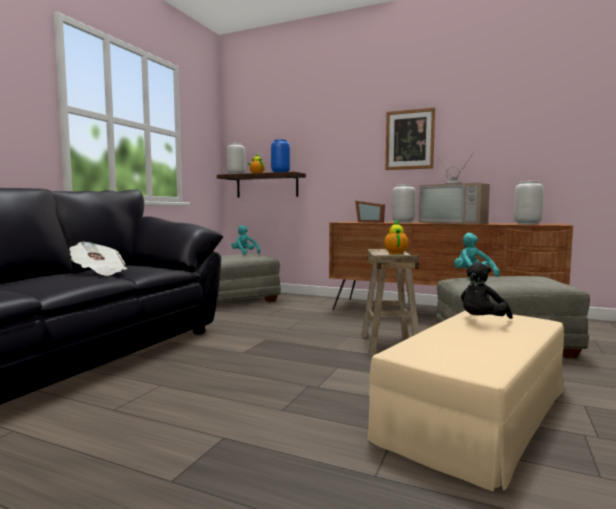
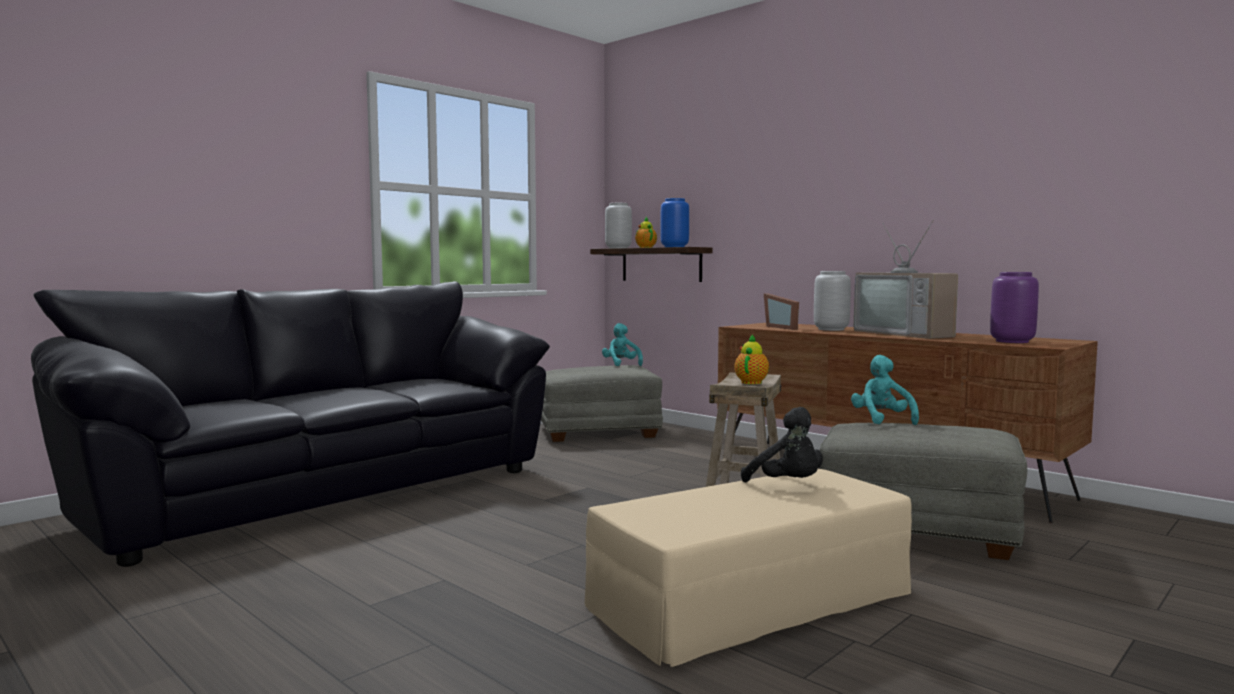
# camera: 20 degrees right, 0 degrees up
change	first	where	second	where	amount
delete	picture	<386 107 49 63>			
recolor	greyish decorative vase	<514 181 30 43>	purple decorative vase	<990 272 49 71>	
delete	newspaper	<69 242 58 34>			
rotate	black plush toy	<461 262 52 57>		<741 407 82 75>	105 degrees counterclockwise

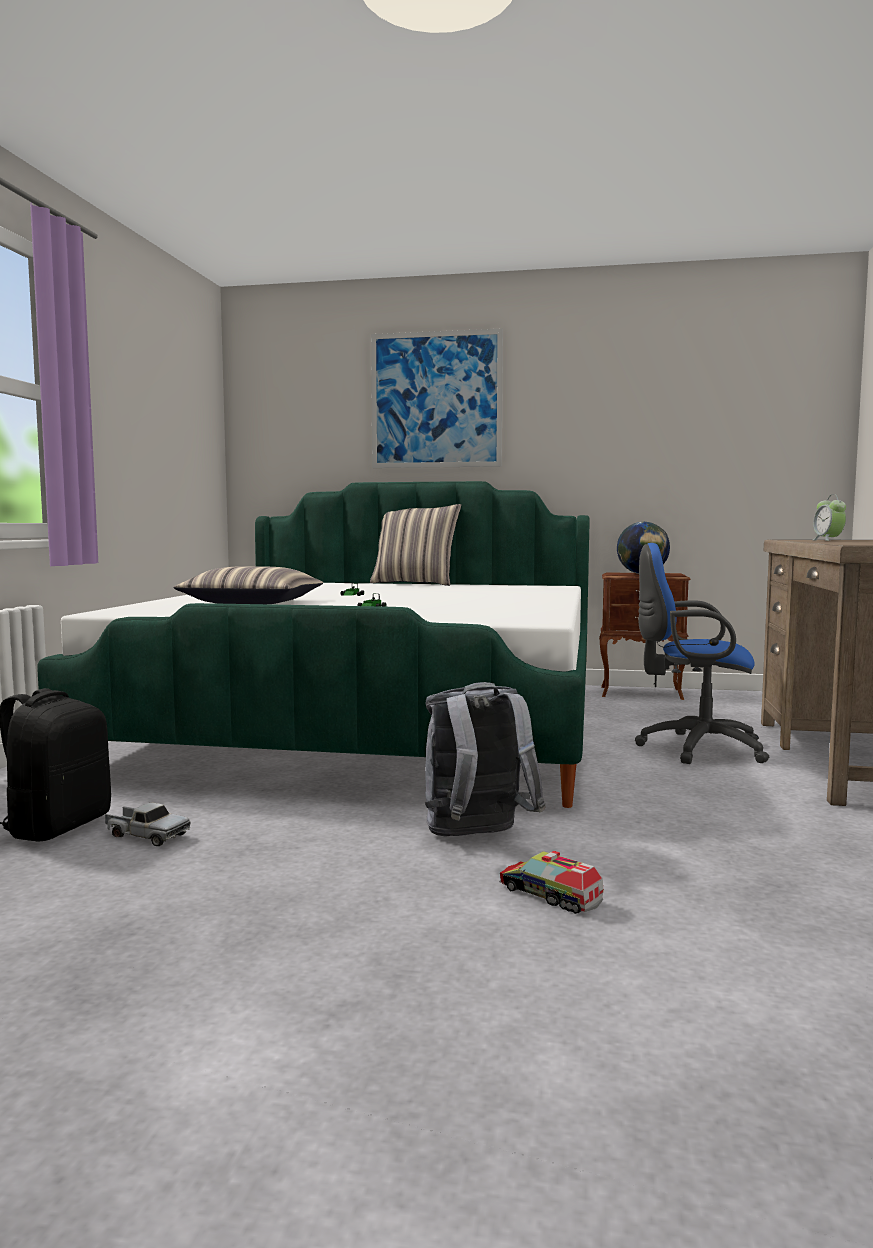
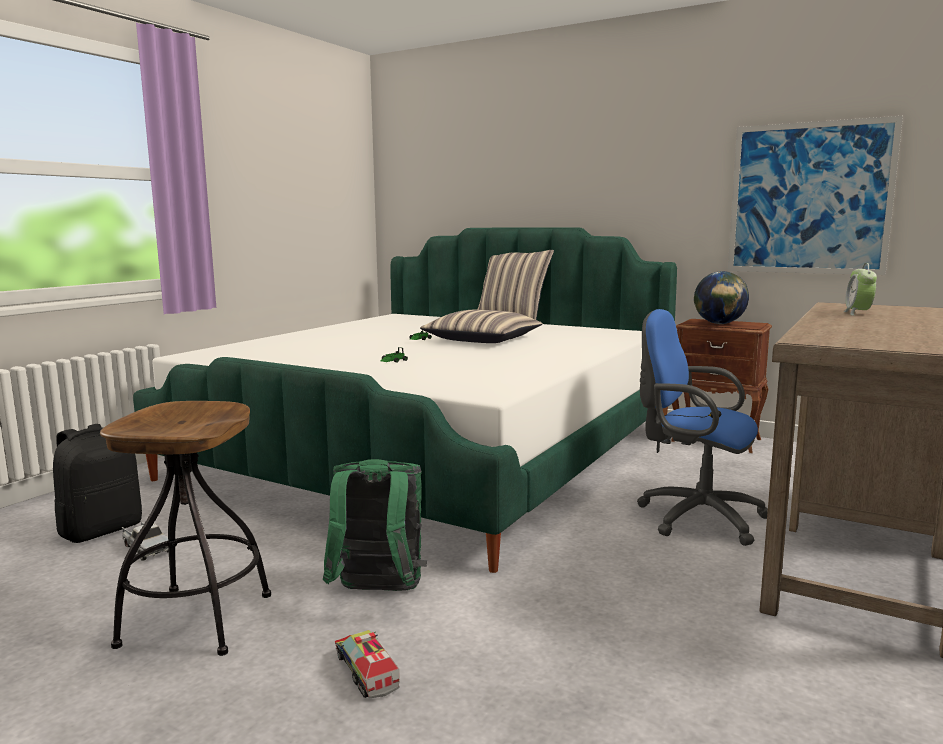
# camera: 20 degrees right, 5 degrees up
change	first	where	second	where	amount
move	picture	<371 328 132 140>		<728 116 175 159>	
move	pillow	<174 566 149 38>		<420 310 123 33>	
recolor	greyish knapsack	<425 682 121 155>	greenish knapsack	<323 459 104 132>	
insert			brown stool	<100 401 171 255>	

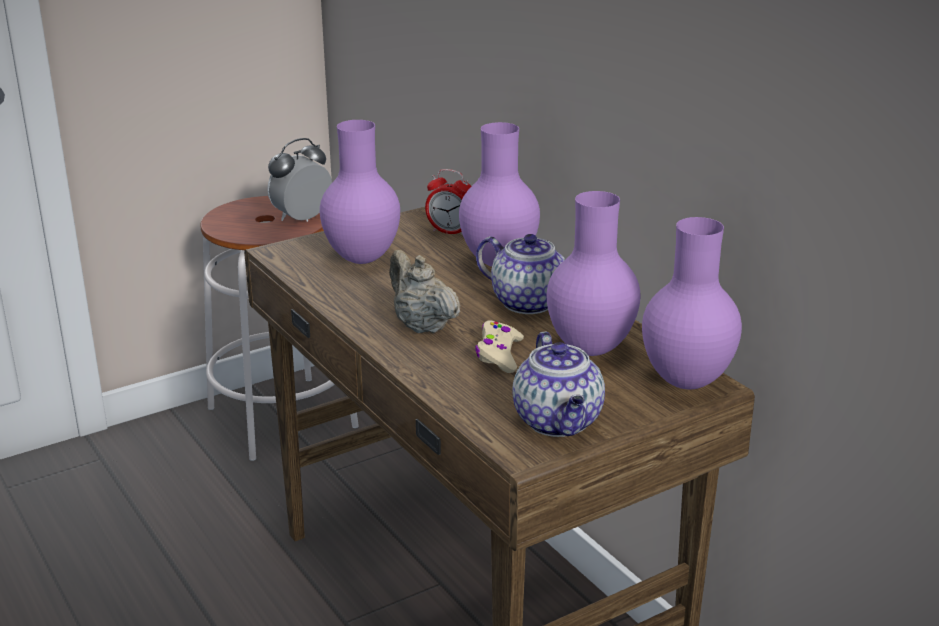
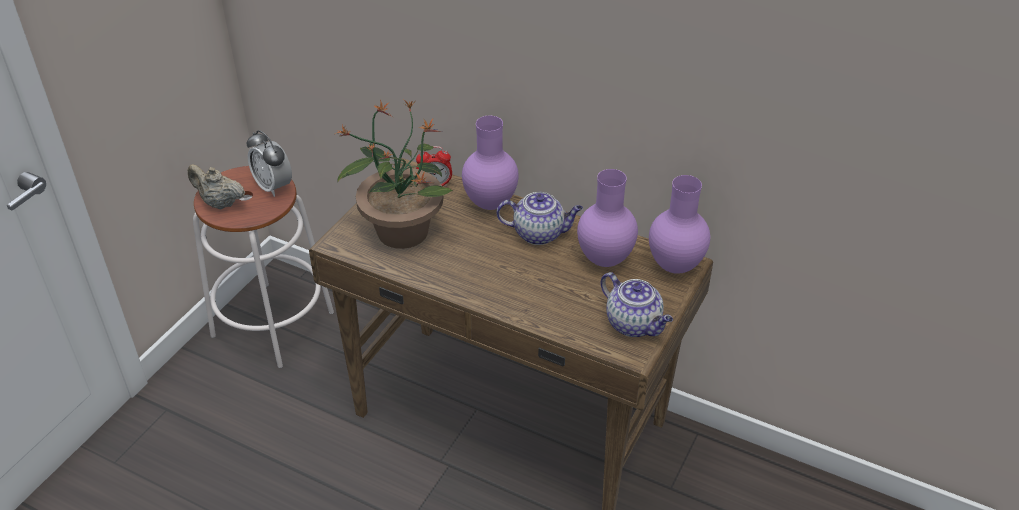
# camera: 30 degrees left, 15 degrees up
change	first	where	second	where	amount
replace	purple decorative vase	<320 120 80 144>	potted plant	<335 99 118 150>	
rotate	bedside clock	<267 138 65 84>		<247 130 45 67>	60 degrees counterclockwise
move	beige-coloured tea pot	<389 250 71 83>		<188 164 57 45>	
delete	beige-coloured gamepad	<475 320 49 53>			

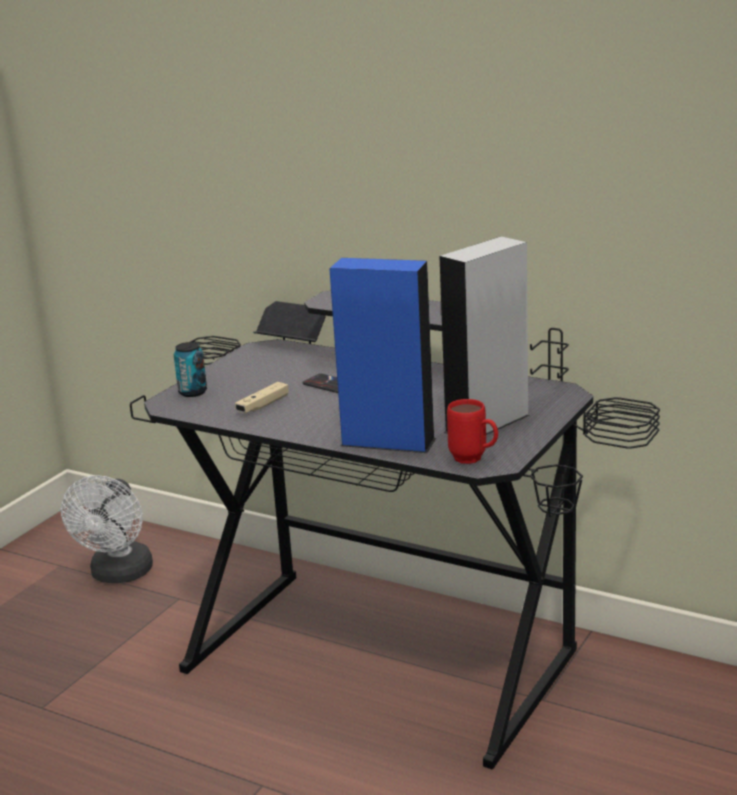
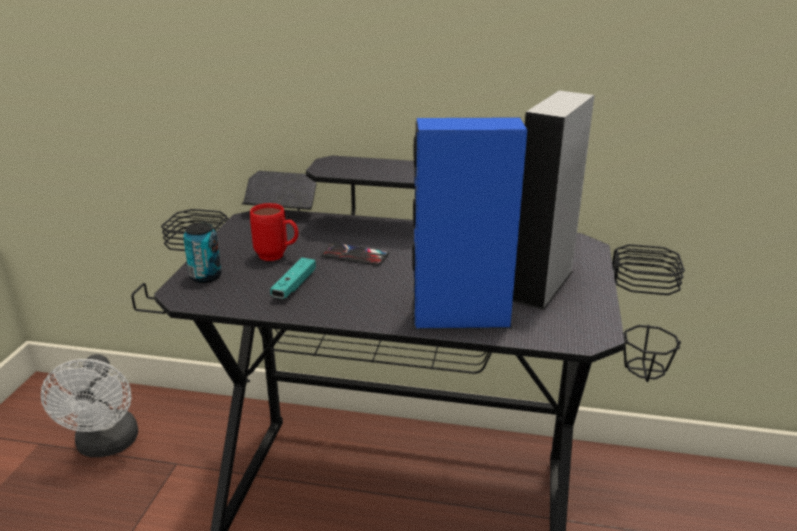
# camera: 20 degrees left, 5 degrees up
change	first	where	second	where	amount
recolor	beige-coloured gamepad	<235 382 54 31>	turquoise gamepad	<270 258 46 41>	
move	red coffee mug	<447 399 51 65>		<250 203 48 58>	

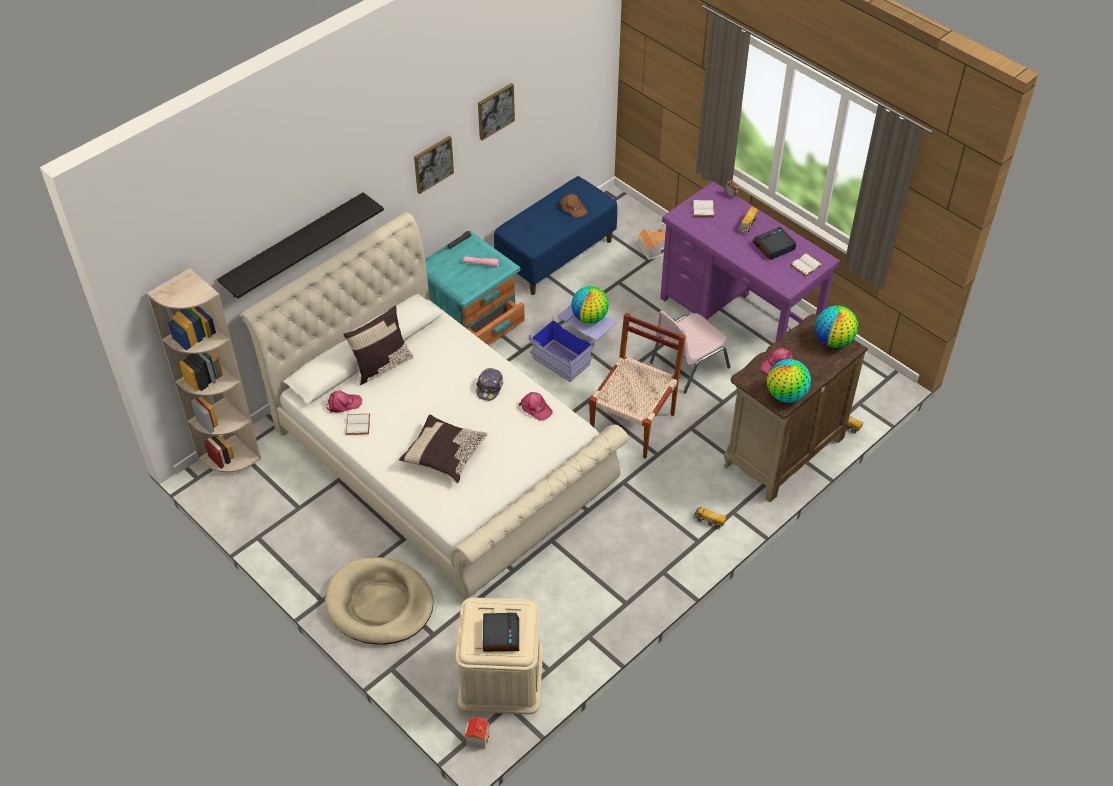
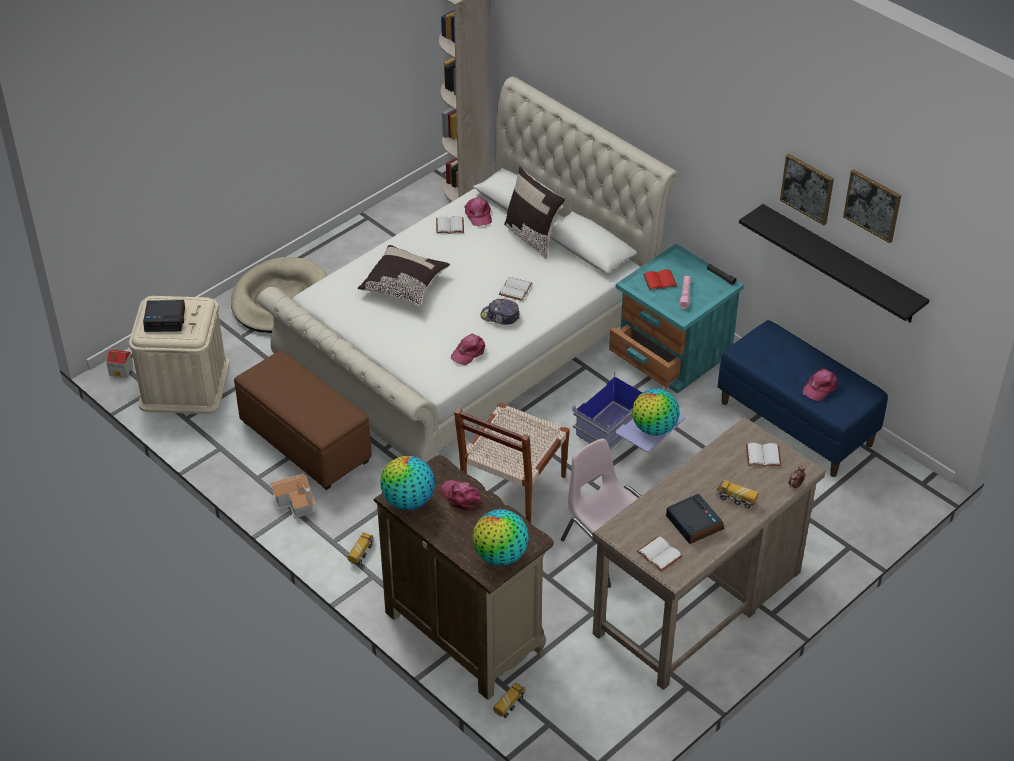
# camera: 90 degrees right, 5 degrees down
change	first	where	second	where	amount
move	picture	<414 136 40 58>		<843 169 58 74>	
recolor	purple desk	<660 181 180 161>	brown desk	<592 417 233 273>	
move	black shelf	<217 192 167 106>		<739 204 190 119>	
recolor	brown baseball cap	<558 194 30 24>	pink-coloured baseball cap	<803 369 35 32>	
move	model house	<638 222 28 38>		<269 473 47 46>	
rotate	plain chair	<589 313 97 146>		<454 402 115 121>	90 degrees clockwise
insert			red book	<643 269 34 21>	
insert			whitish book	<499 277 33 24>	
insert			brown footrest	<234 350 138 140>	

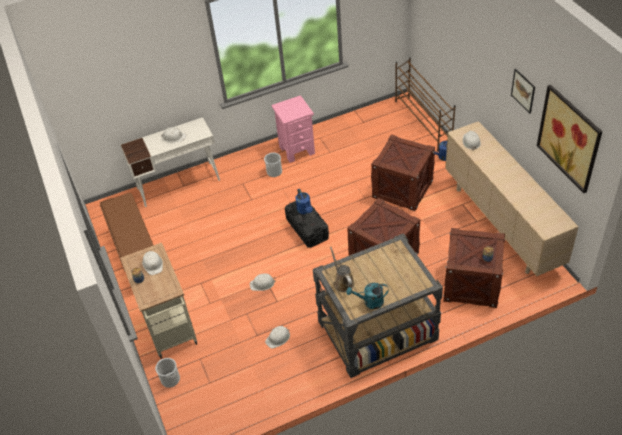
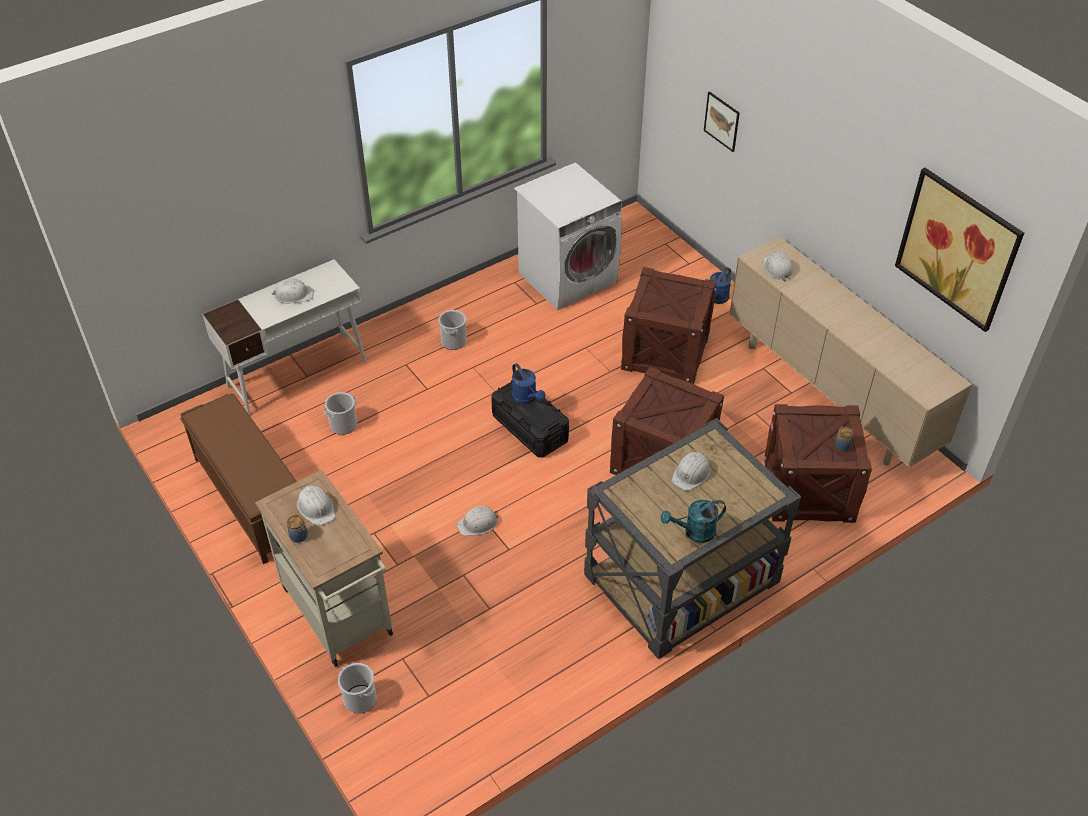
# camera: 15 degrees left, 0 degrees up
change	first	where	second	where	amount
delete	brown shoe shelf	<395 57 61 94>			
move	picture	<511 69 24 44>		<704 92 36 60>	
delete	pink-coloured night table	<271 95 44 68>			
delete	brown watering can	<330 247 25 45>			
move	whitish hard hat	<265 326 25 23>		<671 452 40 39>	
insert			whitish laundry machine	<514 162 108 148>	
insert			bucket	<324 392 33 43>	

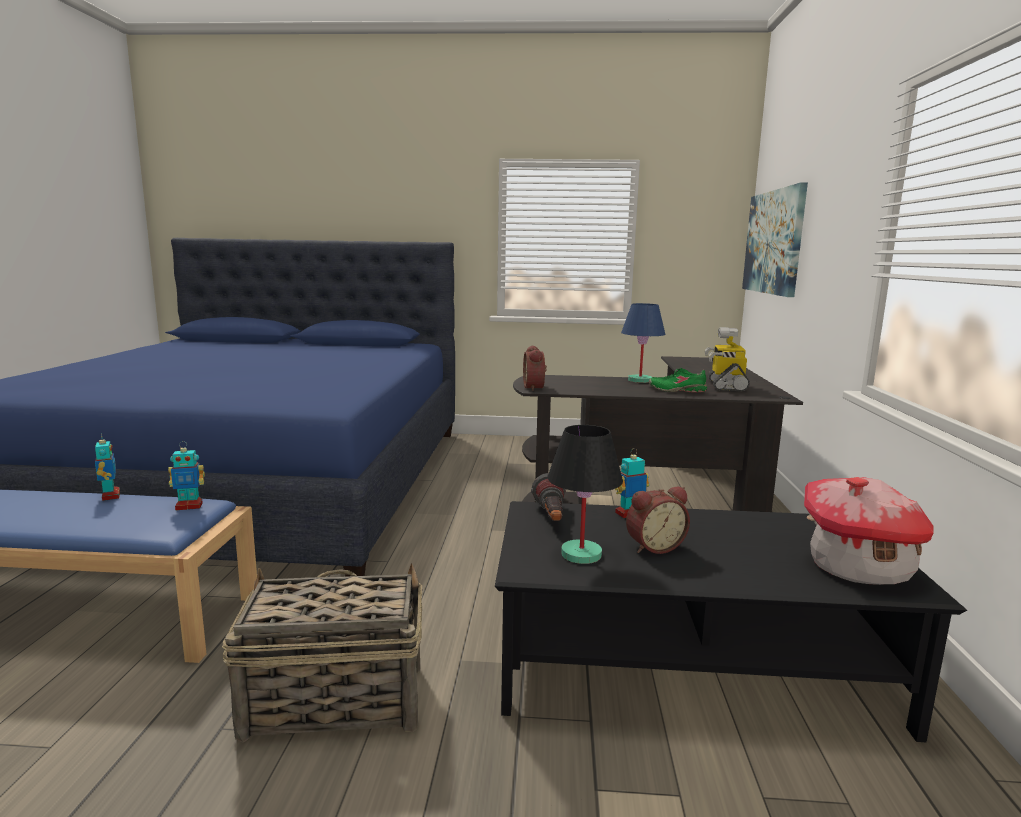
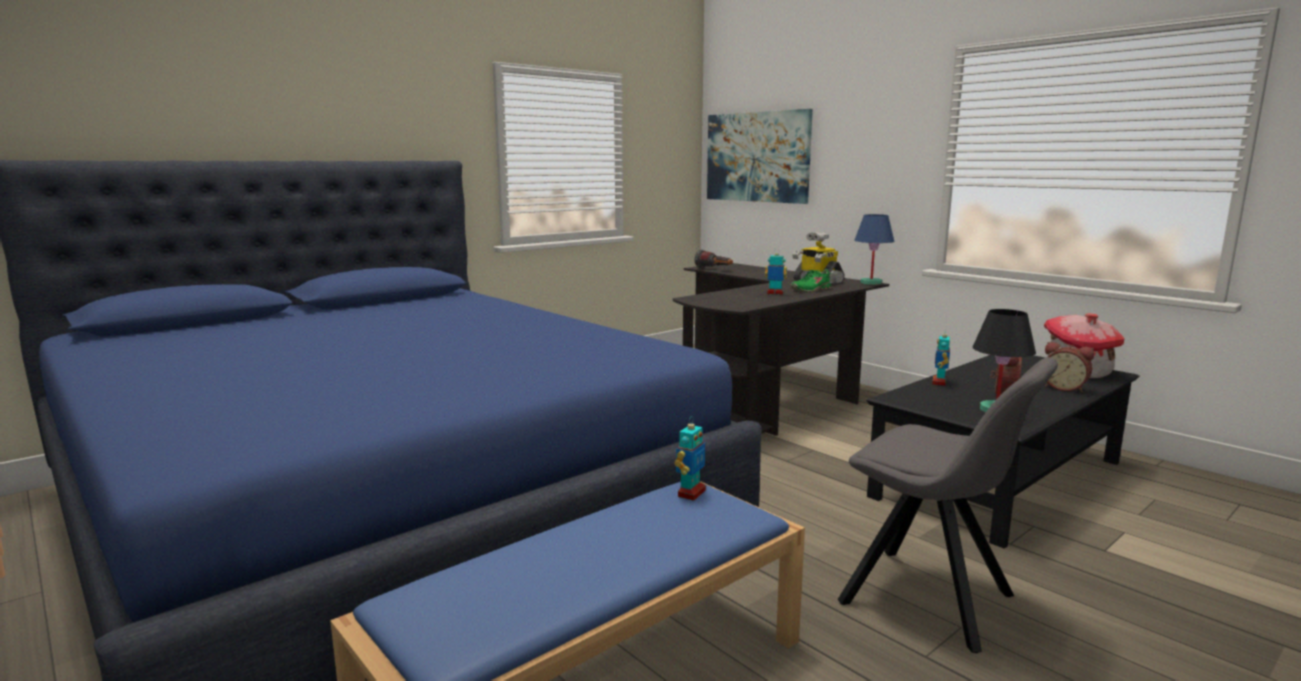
# camera: 45 degrees left, 0 degrees up
change	first	where	second	where	amount
move	blue-coloured lamp for a table	<621 303 44 80>		<854 214 41 71>	
move	bedside clock	<523 345 24 46>		<1045 342 49 51>	
move	toy robot	<95 433 25 68>		<765 248 22 47>	
move	hand torch	<531 473 35 48>		<695 250 38 18>	
replace	household basket	<222 564 200 179>	greyish plain chair	<838 357 220 296>	

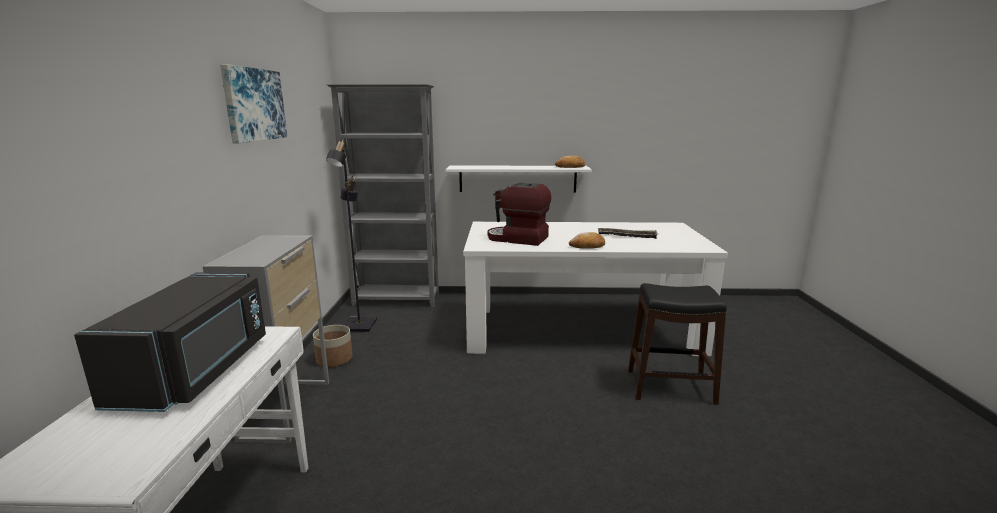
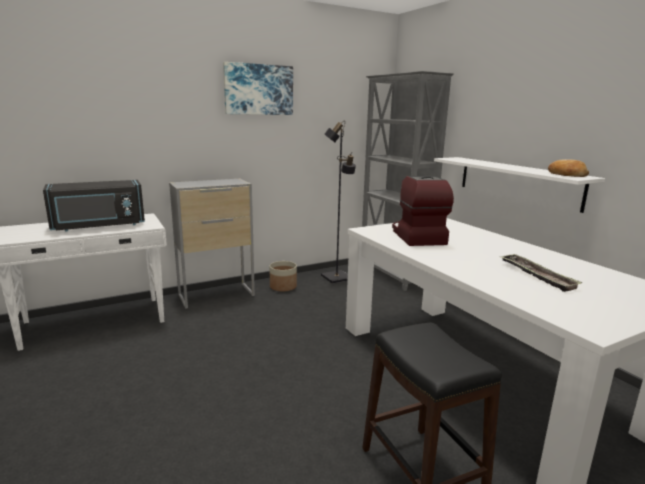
# camera: 60 degrees right, 0 degrees up
change	first	where	second	where	amount
delete	bakery bread	<569 232 36 17>			

